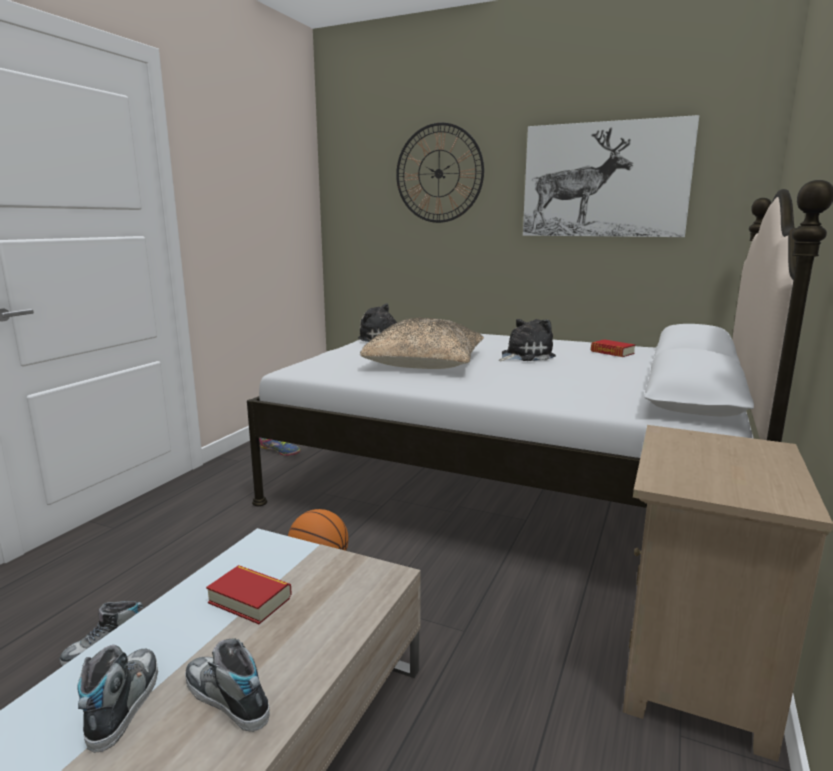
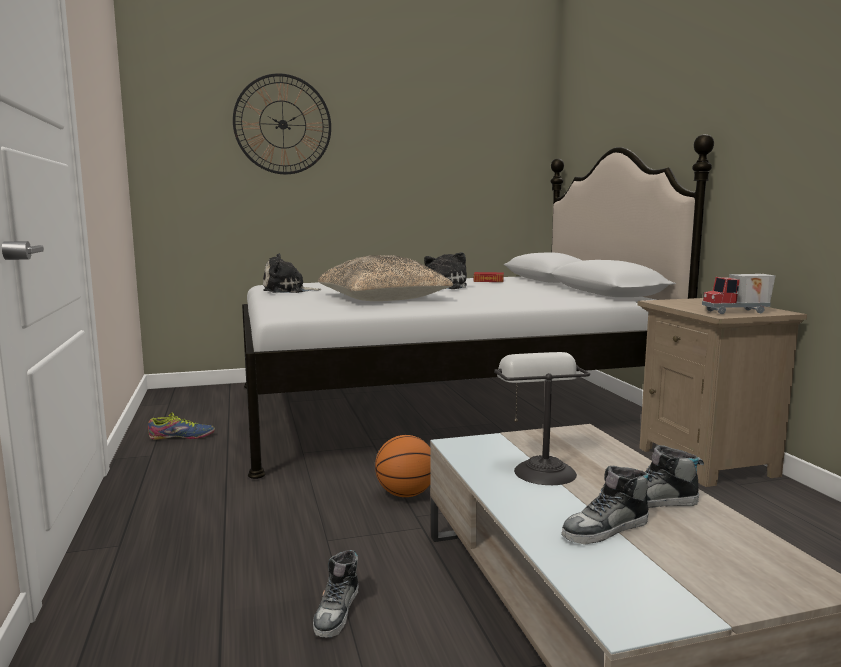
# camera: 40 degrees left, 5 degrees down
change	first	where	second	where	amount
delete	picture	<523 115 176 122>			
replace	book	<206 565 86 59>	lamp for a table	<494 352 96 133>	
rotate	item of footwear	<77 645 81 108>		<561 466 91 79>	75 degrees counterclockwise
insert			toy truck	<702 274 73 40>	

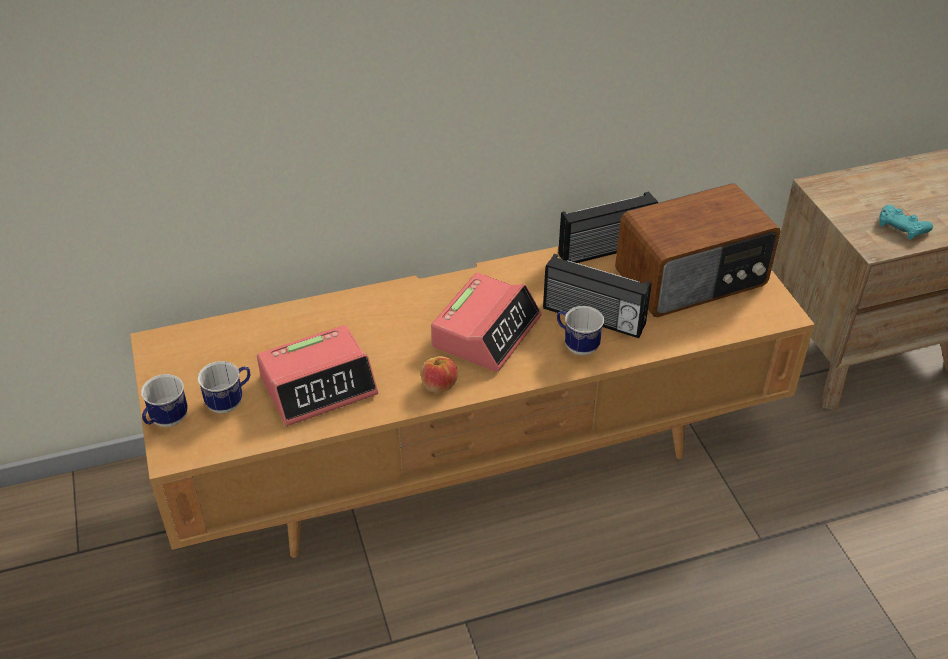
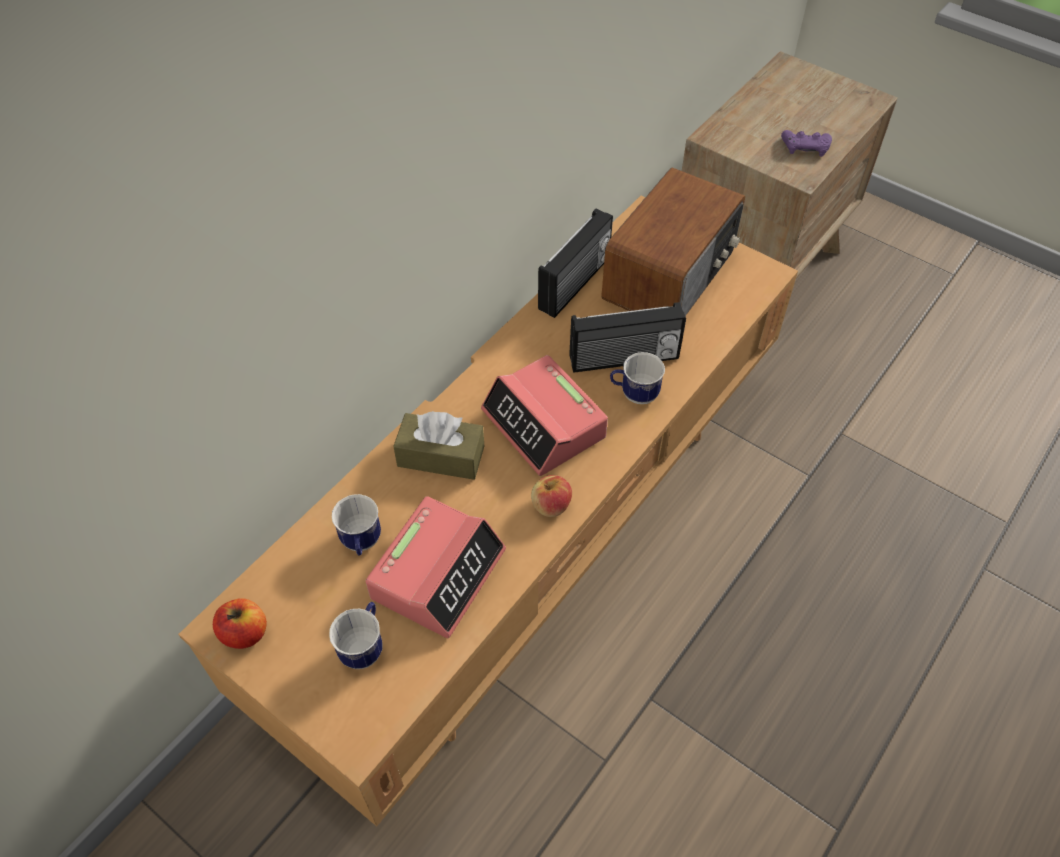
# camera: 35 degrees left, 10 degrees up
change	first	where	second	where	amount
recolor	turquoise gamepad	<879 205 54 35>	purple gamepad	<781 130 51 27>	
rotate	bedside clock	<431 273 111 99>		<481 355 127 121>	150 degrees clockwise
move	coffee mug	<141 374 47 53>		<332 494 49 62>	
insert			brown box of tissues	<393 411 91 69>	
insert			apple fruit	<213 598 54 51>	

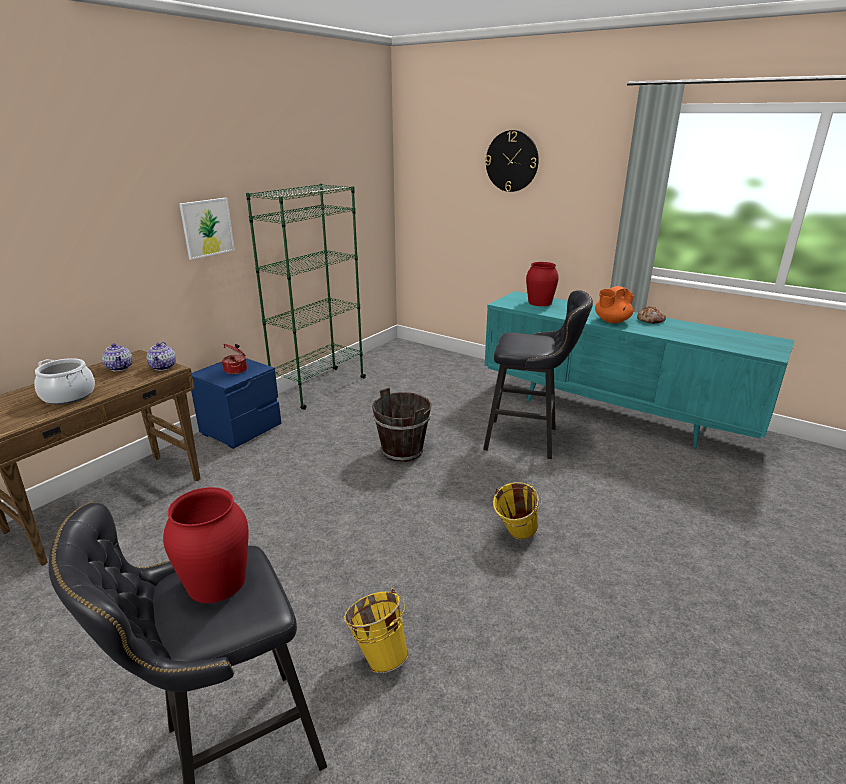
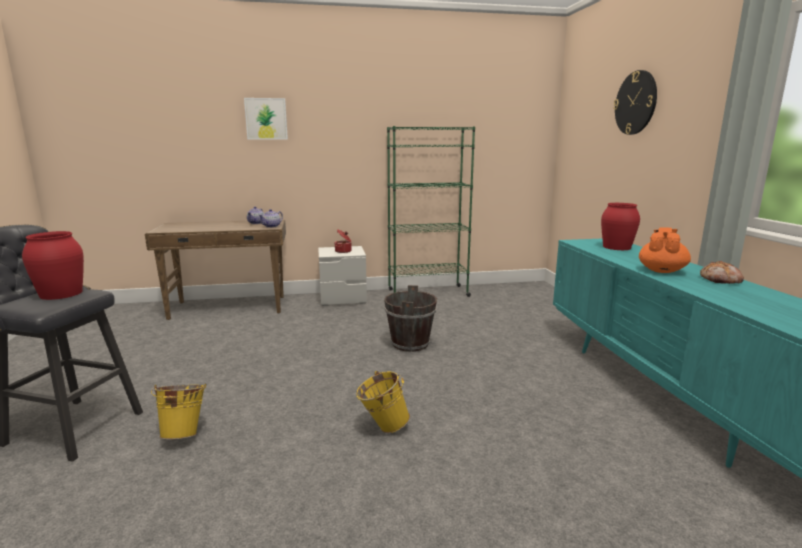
# camera: 45 degrees right, 10 degrees down
change	first	where	second	where	amount
move	picture	<179 198 56 62>		<244 98 44 41>	
rotate	orange tea pot	<595 286 38 37>		<639 227 52 46>	105 degrees clockwise
delete	black stool	<483 290 110 169>			
delete	saucepot	<34 358 61 46>			
recolor	blue-coloured night table	<191 358 91 91>	whitish night table	<318 246 49 60>	

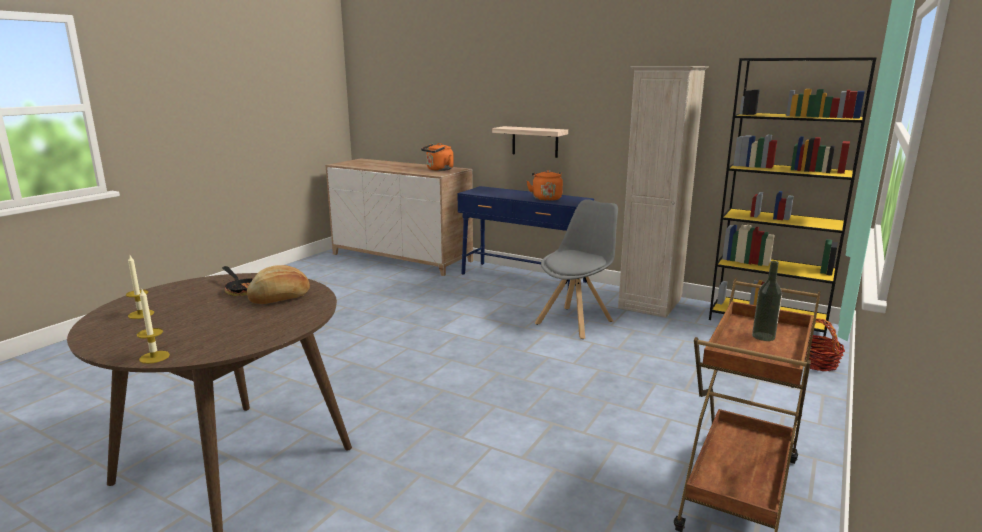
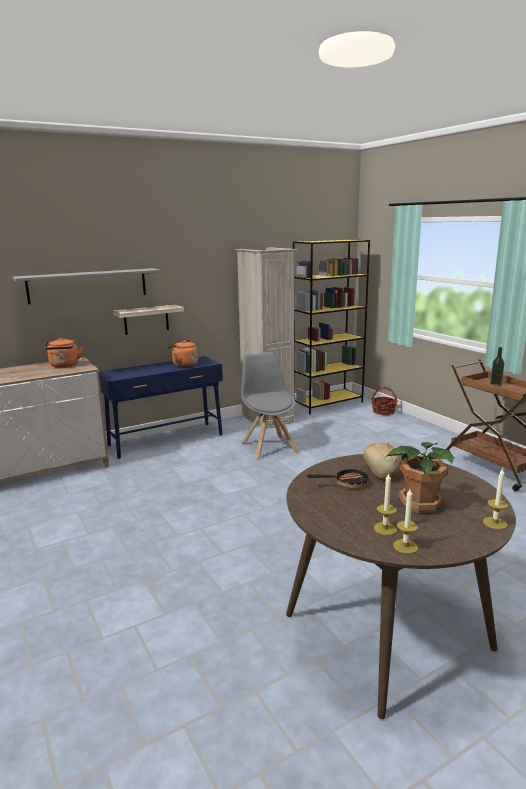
# camera: 60 degrees left, 0 degrees up
change	first	where	second	where	amount
insert			greyish shelf	<13 268 147 36>	
insert			potted plant	<385 442 69 71>	
insert			wax light	<393 489 25 65>	

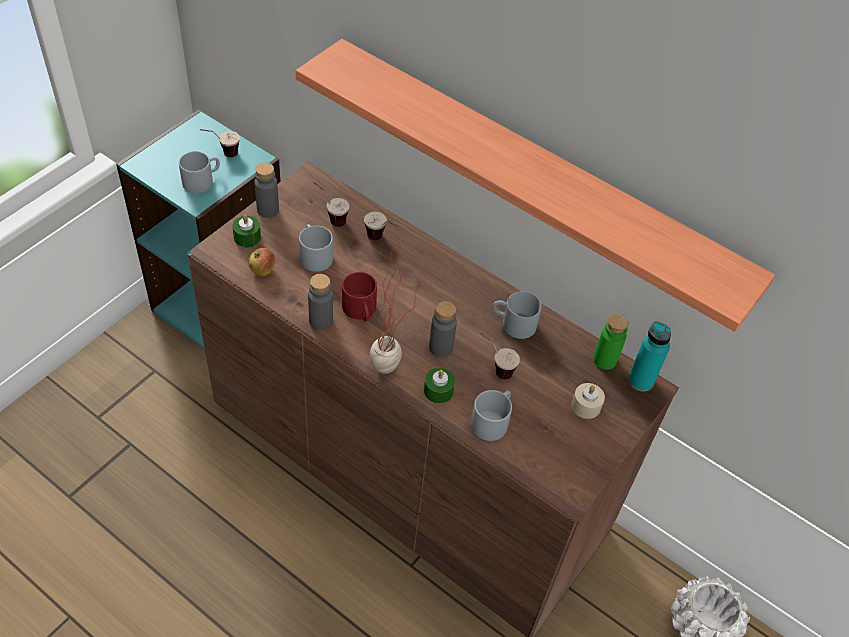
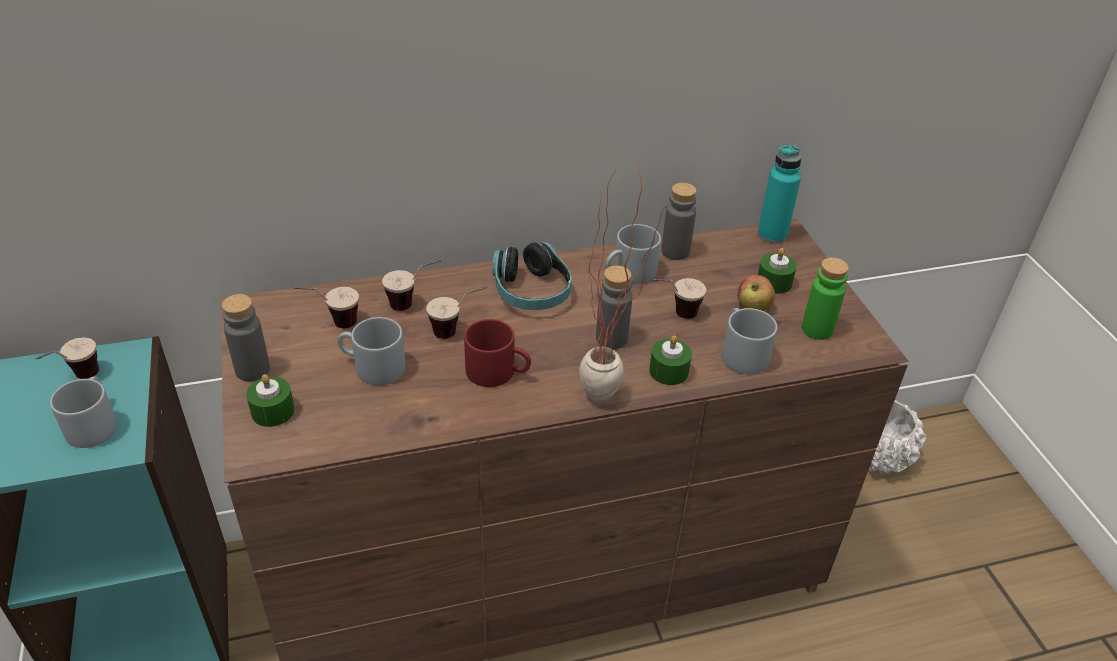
# camera: 50 degrees left, 10 degrees down
change	first	where	second	where	amount
delete	shelf	<296 39 480 293>			
move	apple fruit	<249 248 27 28>		<737 275 38 36>	
move	greyish beverage bottle	<308 274 25 56>		<661 183 35 77>	
move	greenish beverage bottle	<593 314 36 56>		<802 257 47 83>	
recolor	beige-coloured wax light	<571 383 34 36>	greenish wax light	<758 248 39 46>	
insert			headset	<492 242 80 68>	
insert			drinking cup	<426 286 61 53>	

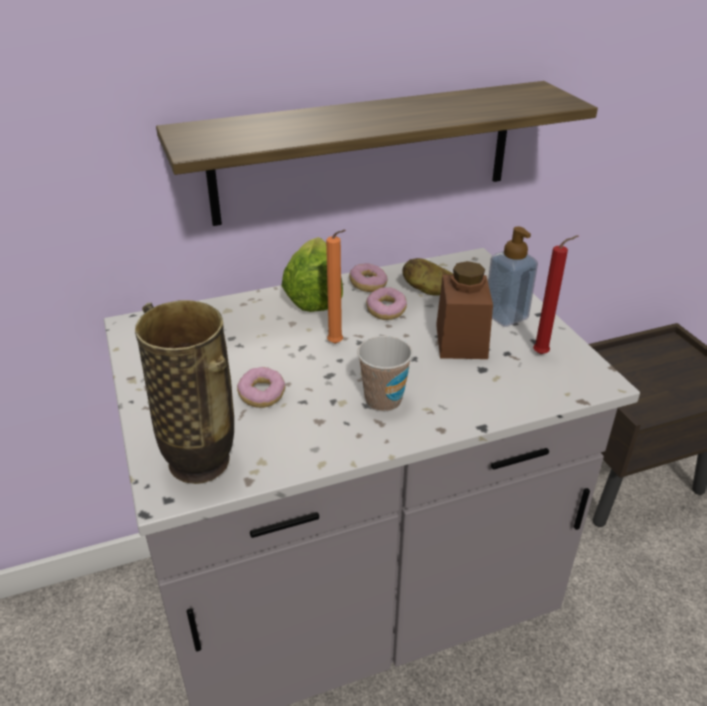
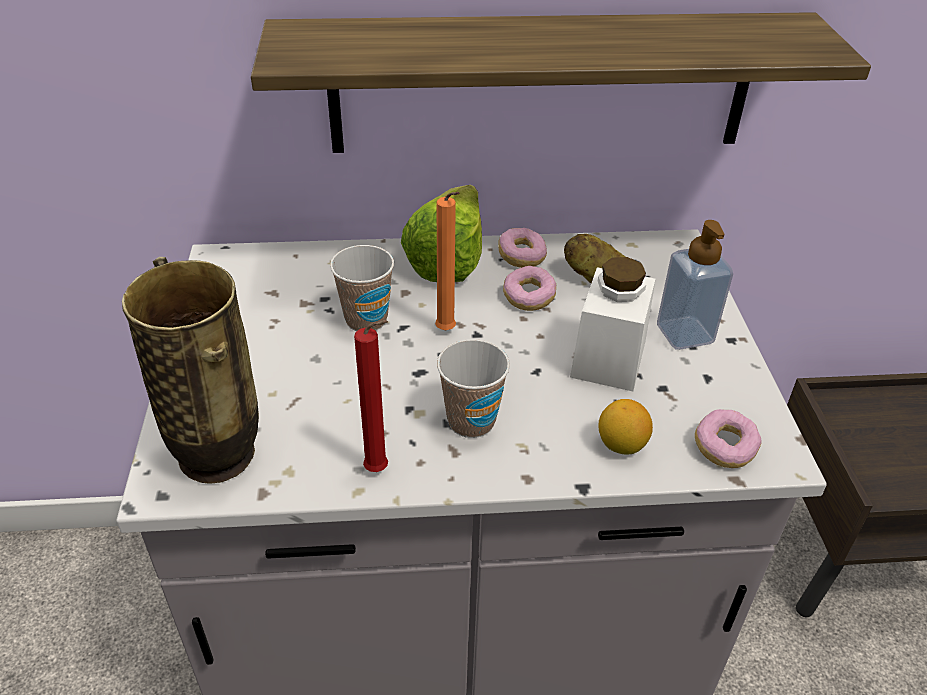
# camera: 15 degrees right, 5 degrees up
change	first	where	second	where	amount
move	red wax light	<533 235 45 119>		<354 320 34 152>	
recolor	brown preserve jar	<436 261 57 98>	whitish preserve jar	<570 257 85 134>	
move	doughnut	<237 367 48 41>		<695 409 66 59>	
insert			drinking cup	<330 245 64 86>	
insert			whole lemon	<598 399 55 56>	

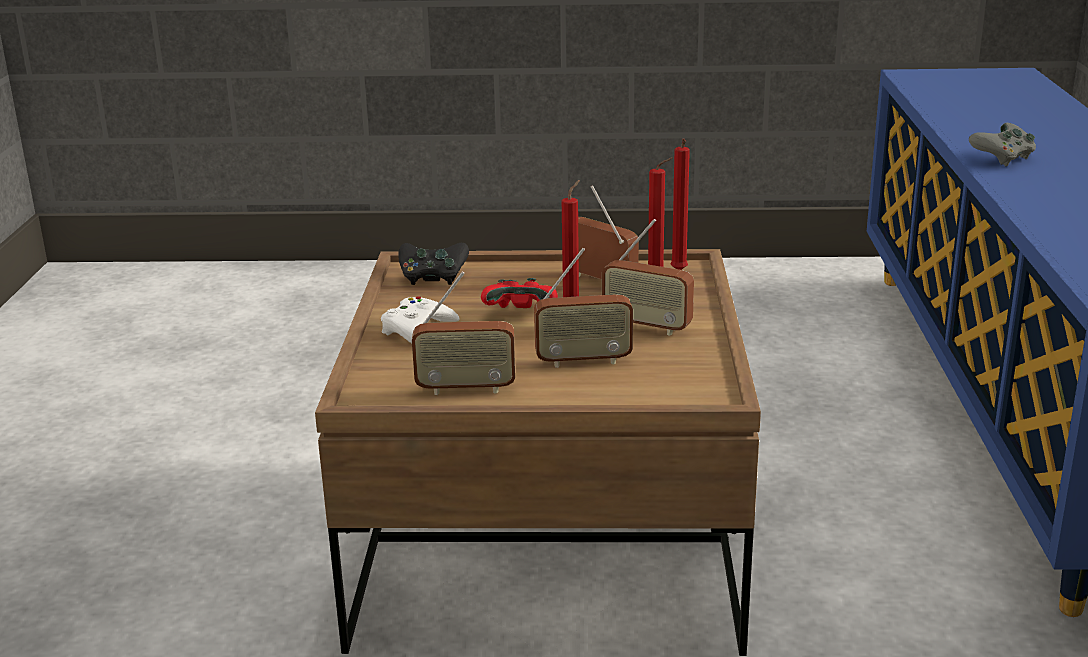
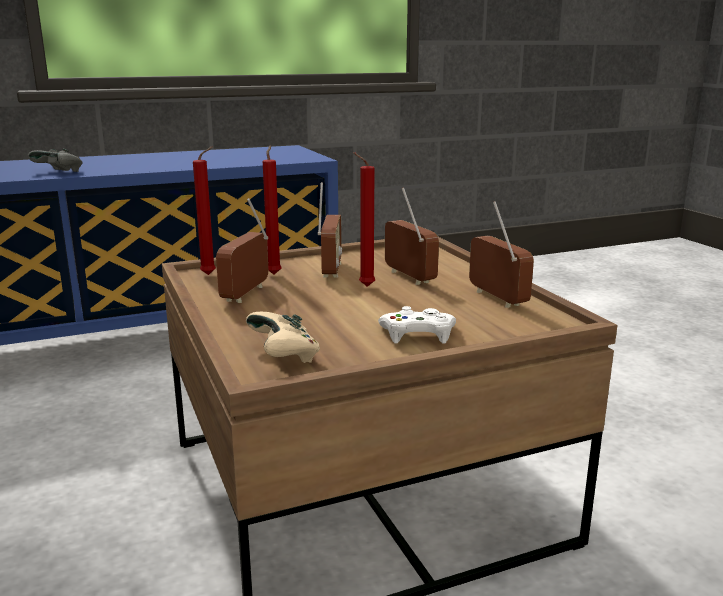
# camera: 115 degrees left, 5 degrees down
change	first	where	second	where	amount
recolor	black gamepad	<398 243 71 42>	beige-coloured gamepad	<246 312 74 51>	
delete	red gamepad	<481 278 77 30>			

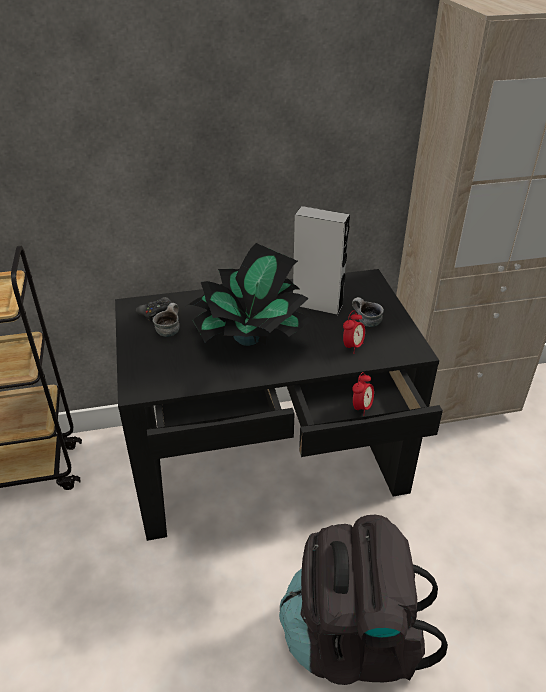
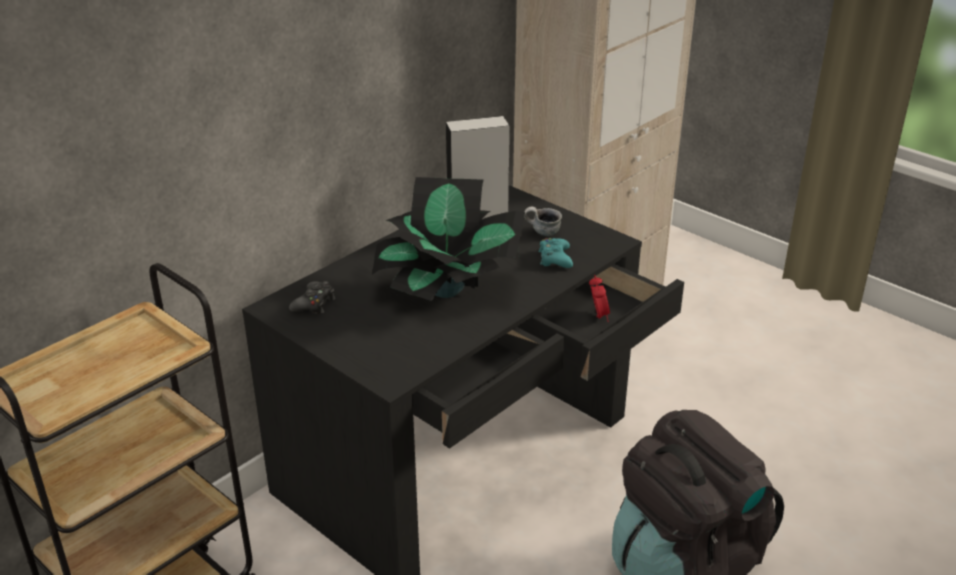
# camera: 35 degrees left, 5 degrees down
change	first	where	second	where	amount
delete	coffee mug	<153 303 26 34>			
replace	bedside clock	<343 311 22 43>	turquoise gamepad	<538 238 35 30>	

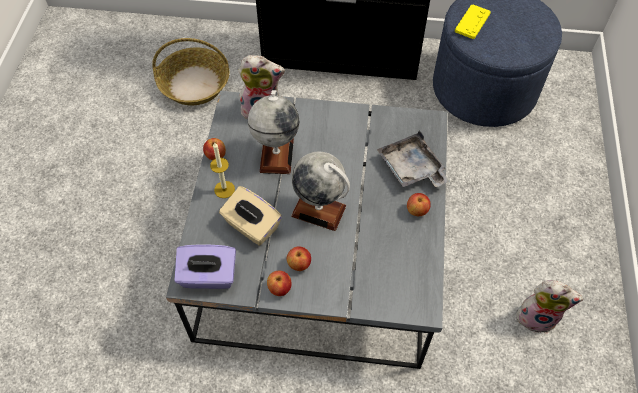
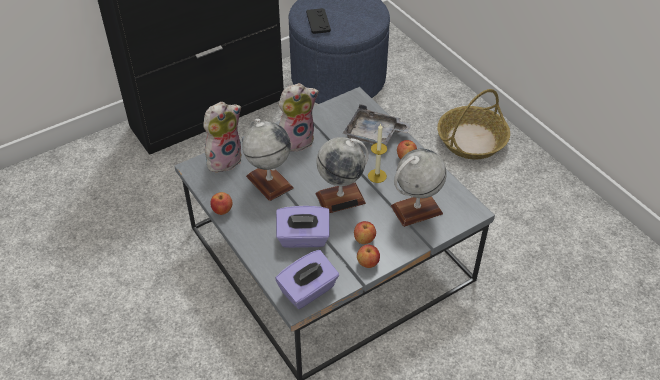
# camera: 40 degrees left, 10 degrees down
change	first	where	second	where	amount
recolor	yellow-coloured gamepad	<455 4 36 35>	black gamepad	<306 8 25 26>	
move	household basket	<152 38 78 67>		<437 89 73 70>	
move	wax light	<210 143 25 55>		<368 123 19 60>	
recolor	beige-coloured box of tissues	<219 186 63 60>	purple box of tissues	<276 206 54 42>	
move	plush toy	<516 280 68 53>		<279 83 40 69>	
insert			desk globe	<391 149 56 78>	

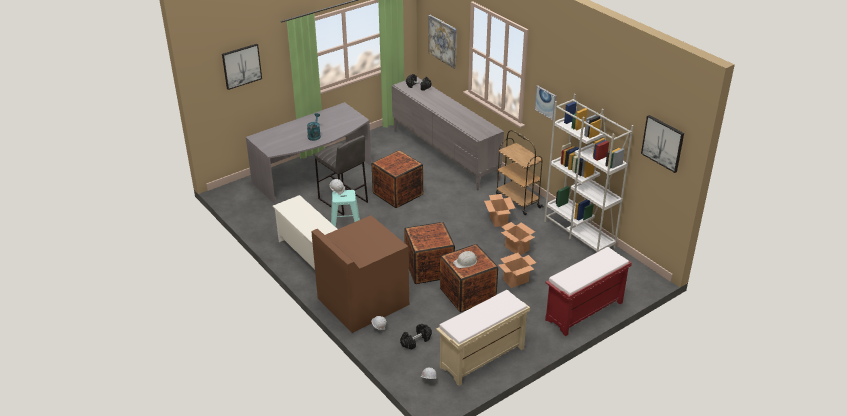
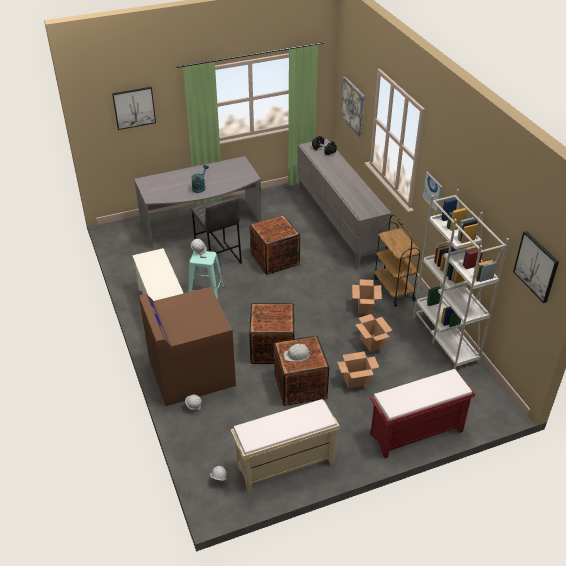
# camera: 15 degrees right, 5 degrees up
change	first	where	second	where	amount
delete	black dumbbell	<400 324 32 26>			

